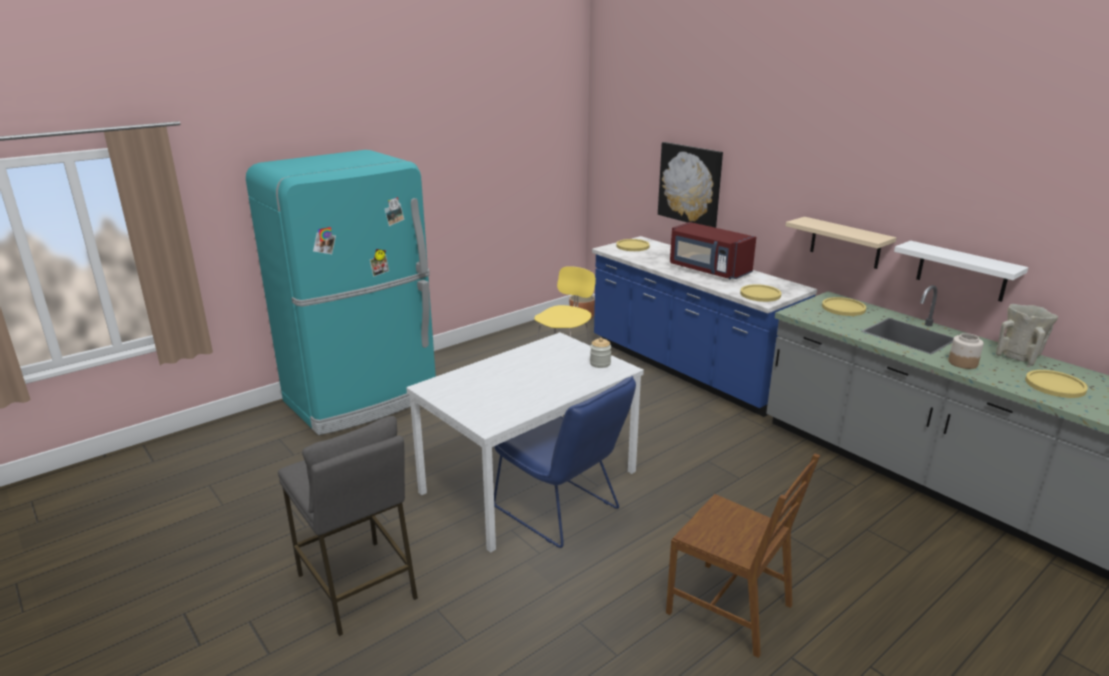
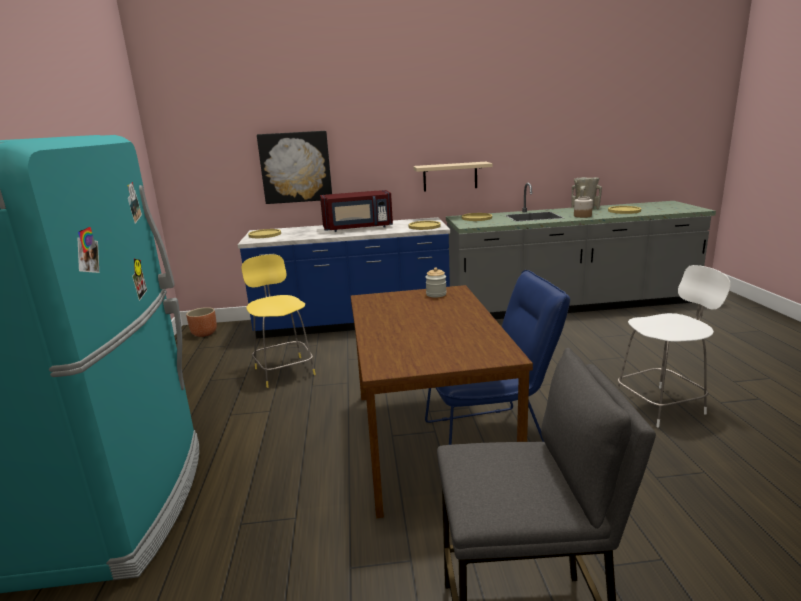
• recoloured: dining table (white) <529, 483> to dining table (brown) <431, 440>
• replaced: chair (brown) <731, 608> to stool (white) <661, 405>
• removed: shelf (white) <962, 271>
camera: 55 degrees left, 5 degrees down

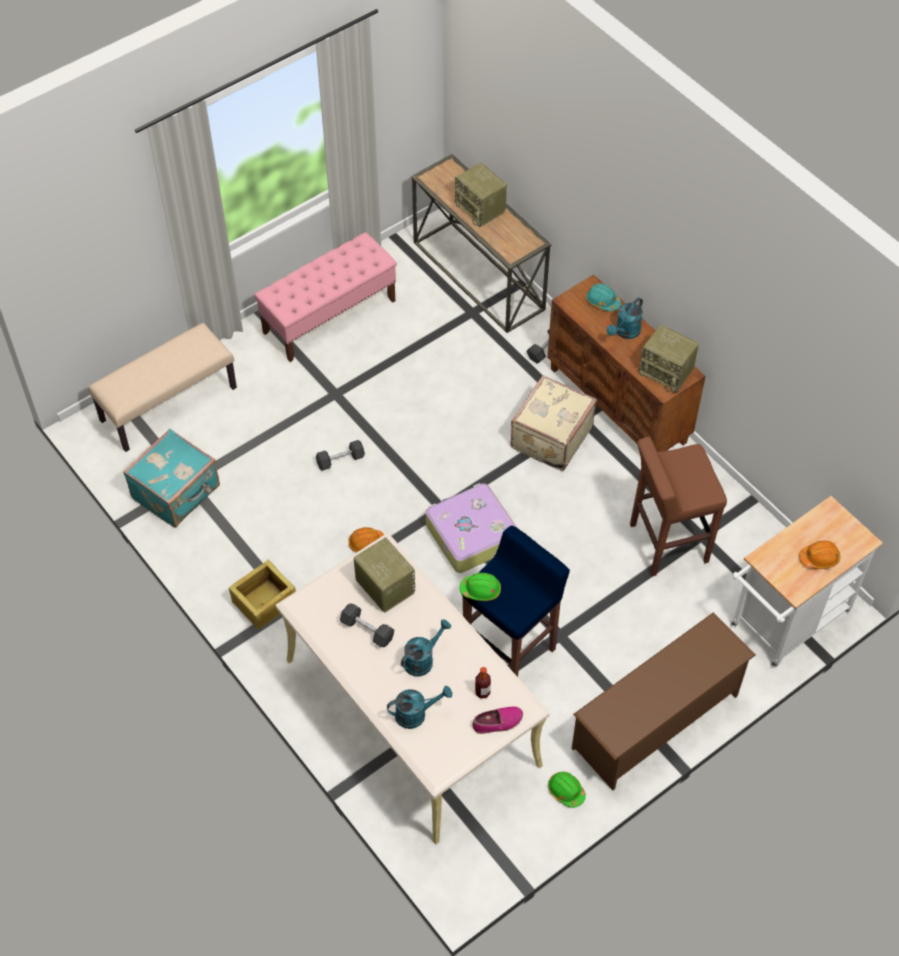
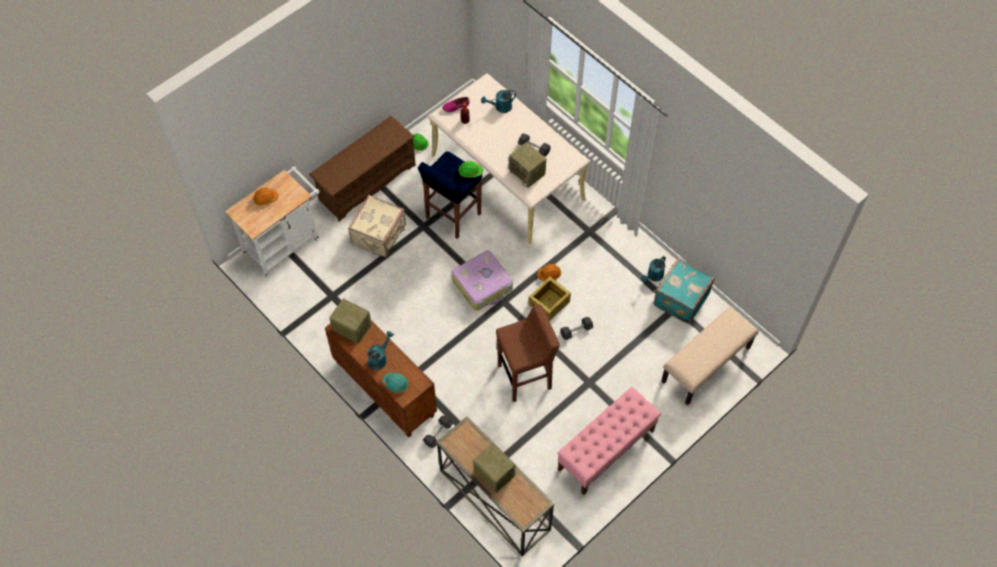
• moved: crate <263, 601> to <549, 303>
• moved: watering can (turquoise) <423, 659> to <653, 276>
• moved: suitcase (beige) <550, 437> to <380, 235>
• moved: stool (brown) <667, 543> to <525, 377>
camera: 175 degrees right, 5 degrees up

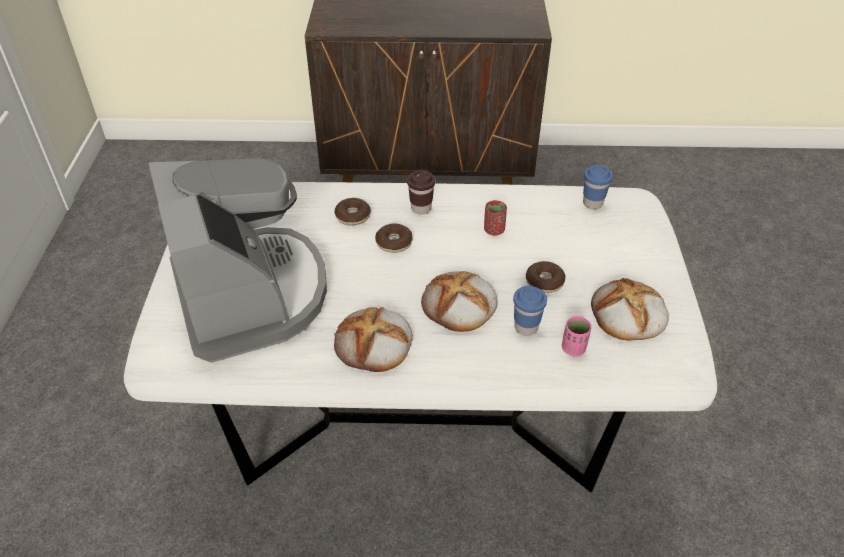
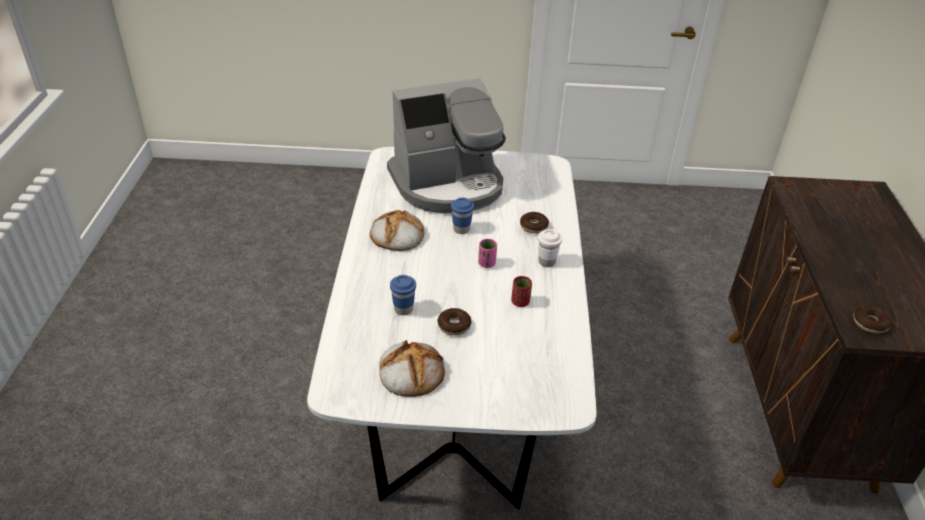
• moved: donut <394, 243> to <869, 323>
• recoloured: cup (brown) <421, 208> to cup (white) <546, 262>
• removed: bread <459, 306>
• moved: cup (pink) <573, 349> to <486, 263>
• moved: cup (blue) <592, 203> to <461, 229>
camera: 90 degrees right, 5 degrees down

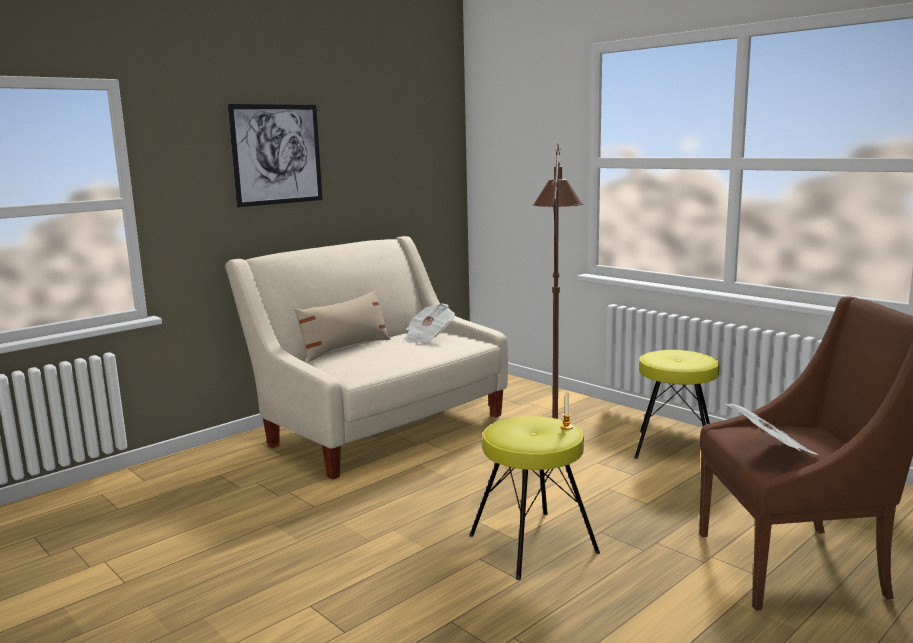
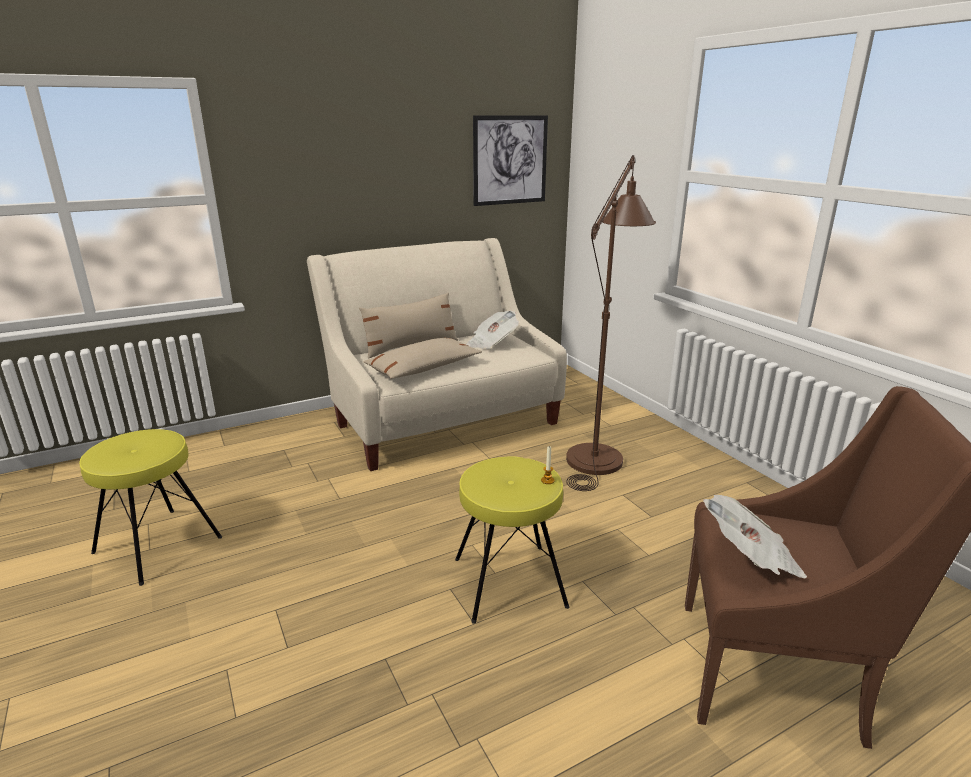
• moved: picture <277, 154> to <510, 160>
• moved: stool (yellow) <674, 447> to <158, 544>
• added: pillow (beige) <423, 368>
camera: 15 degrees right, 10 degrees up

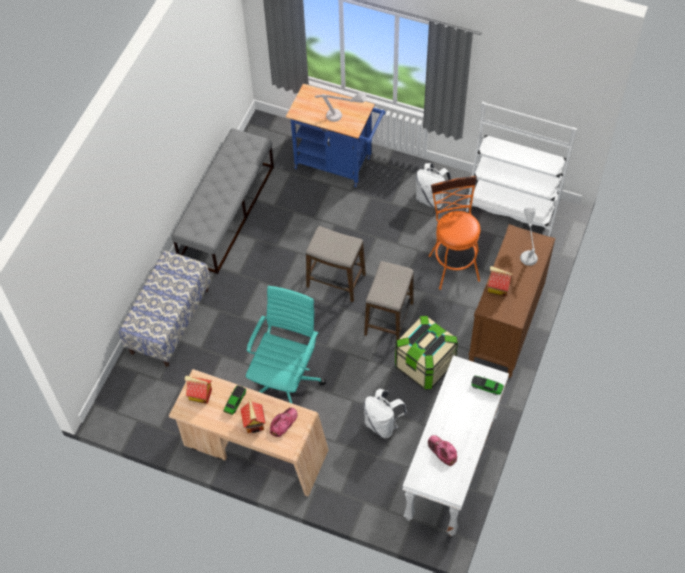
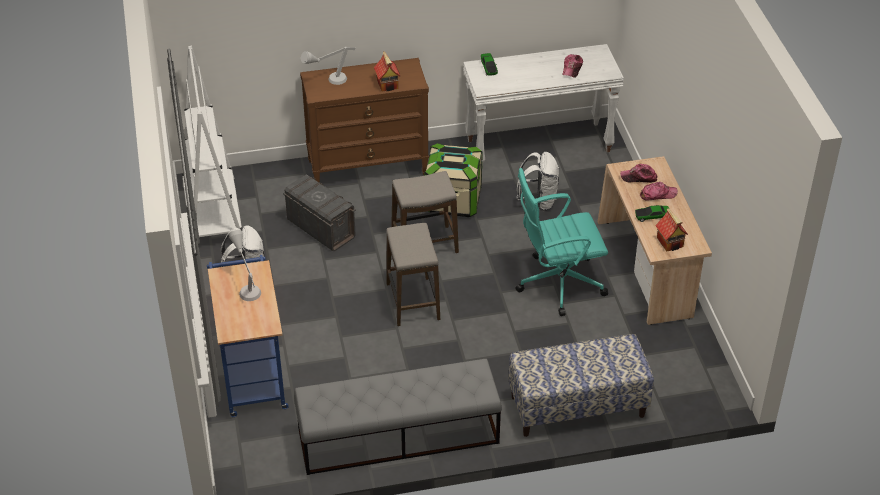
• replaced: toy house <254, 423> to cap <658, 194>
• replaced: stool (orange) <452, 264> to storage box (grey) <321, 228>
camera: 125 degrees left, 15 degrees down

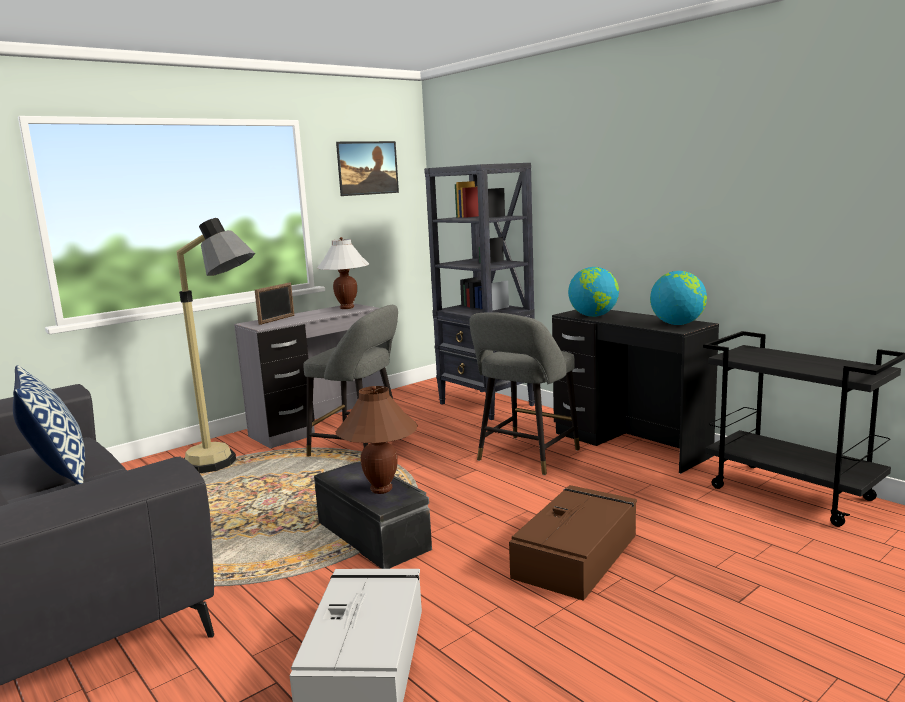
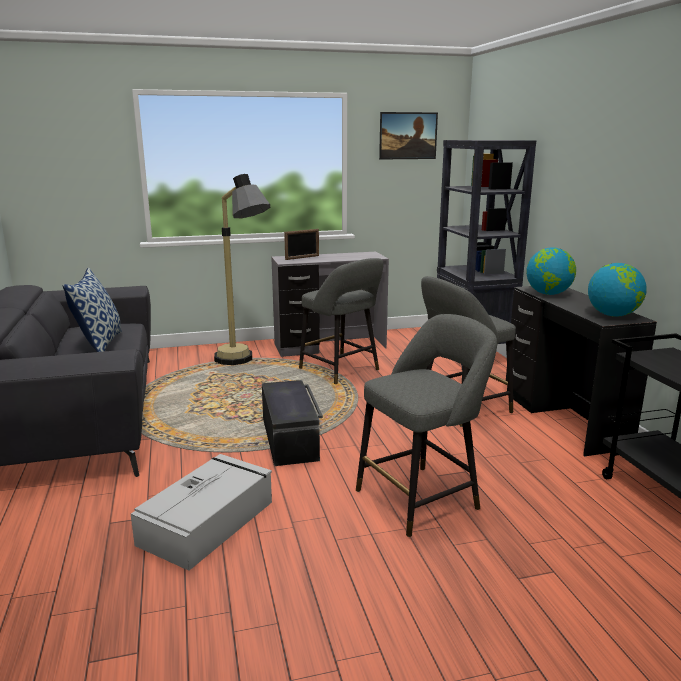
• removed: table lamp (white) <347, 308>
• removed: table lamp (brown) <381, 489>
• replaced: storage box (brown) <577, 555> to stool (grey) <422, 497>
camera: 25 degrees right, 5 degrees up

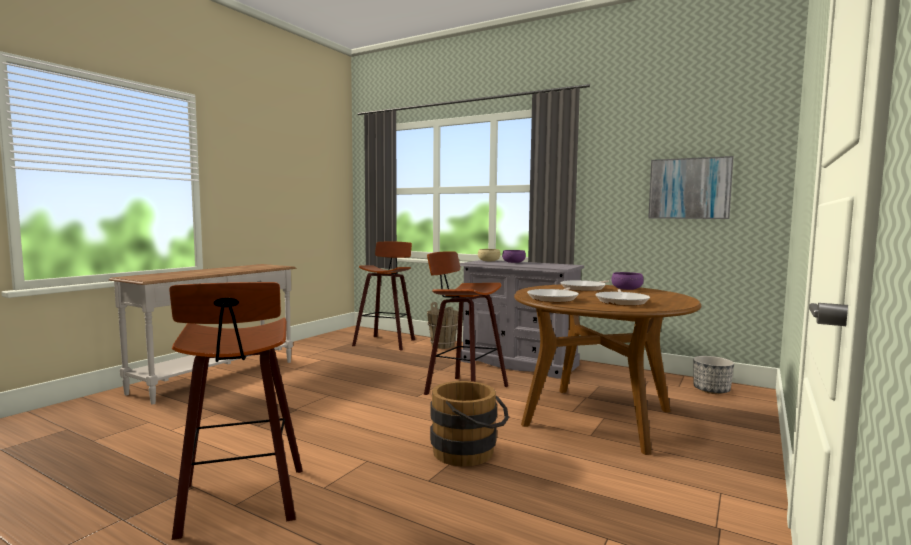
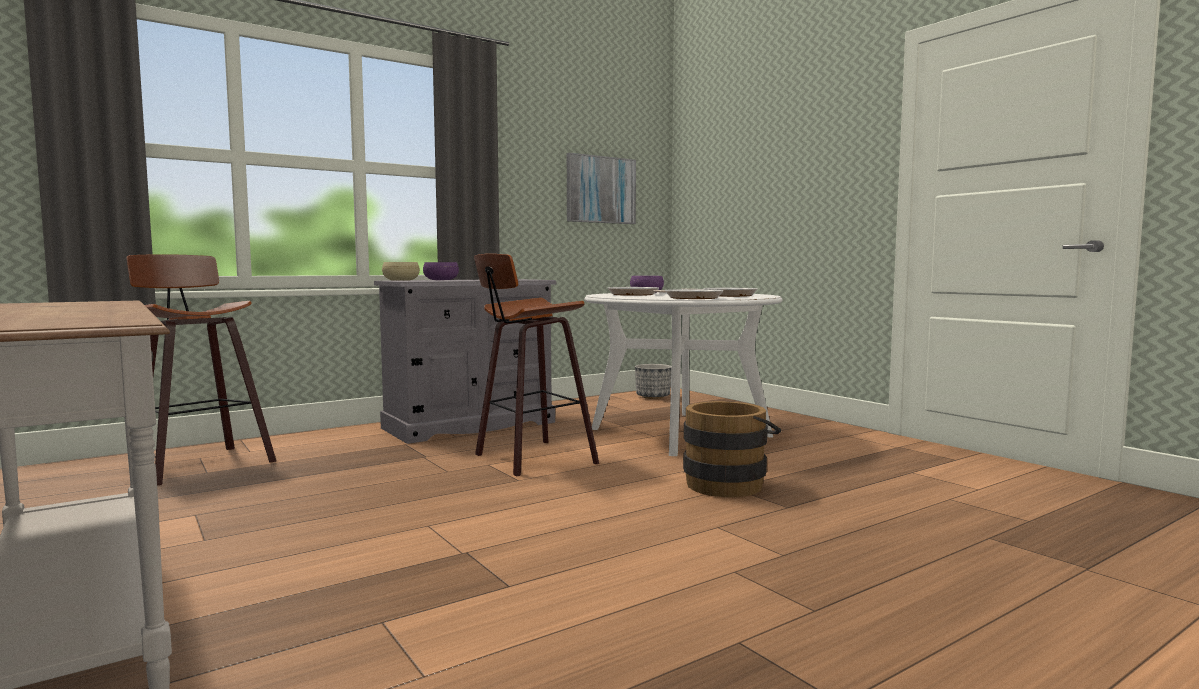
• removed: stool <241, 503>
• removed: bucket (brown) <443, 346>
• recoloured: dining table (brown) <598, 417> to dining table (white) <680, 432>
camera: 65 degrees left, 0 degrees up

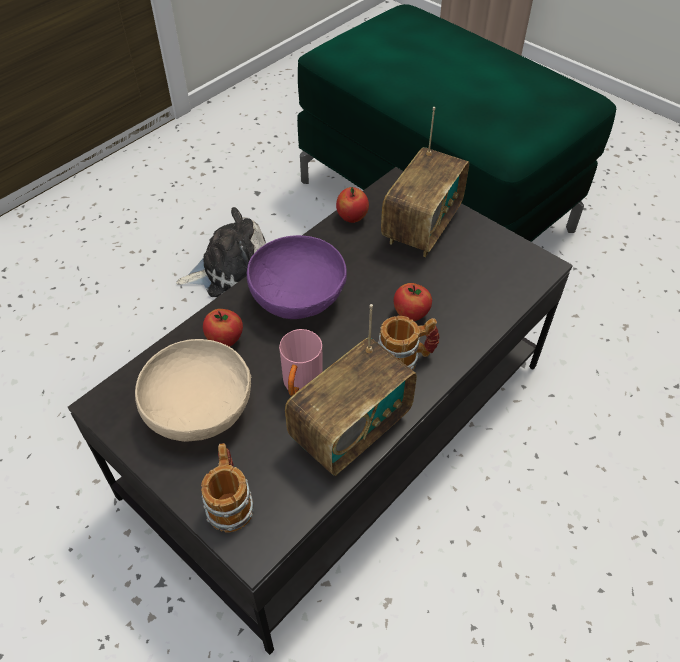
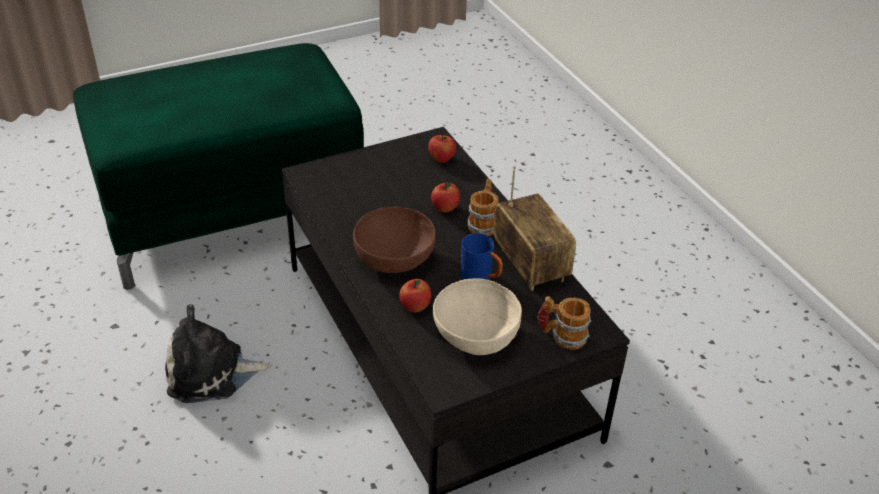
• turned: plush toy <231, 271> = <211, 373> 105 degrees counterclockwise
• recoloured: bowl (purple) <299, 297> to bowl (brown) <394, 257>
• recoloured: mug (pink) <300, 386> to mug (blue) <481, 278>
• moved: apple <352, 217> to <441, 159>
• removed: radio <421, 227>
camera: 70 degrees left, 10 degrees down

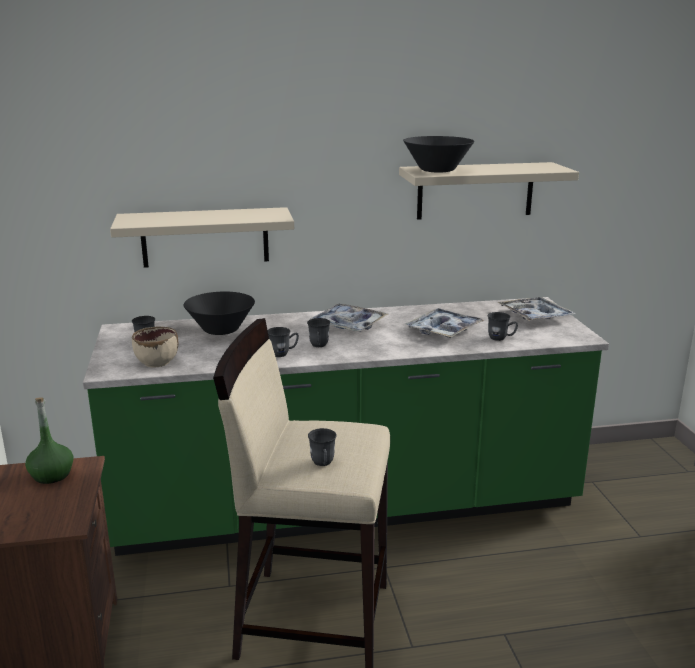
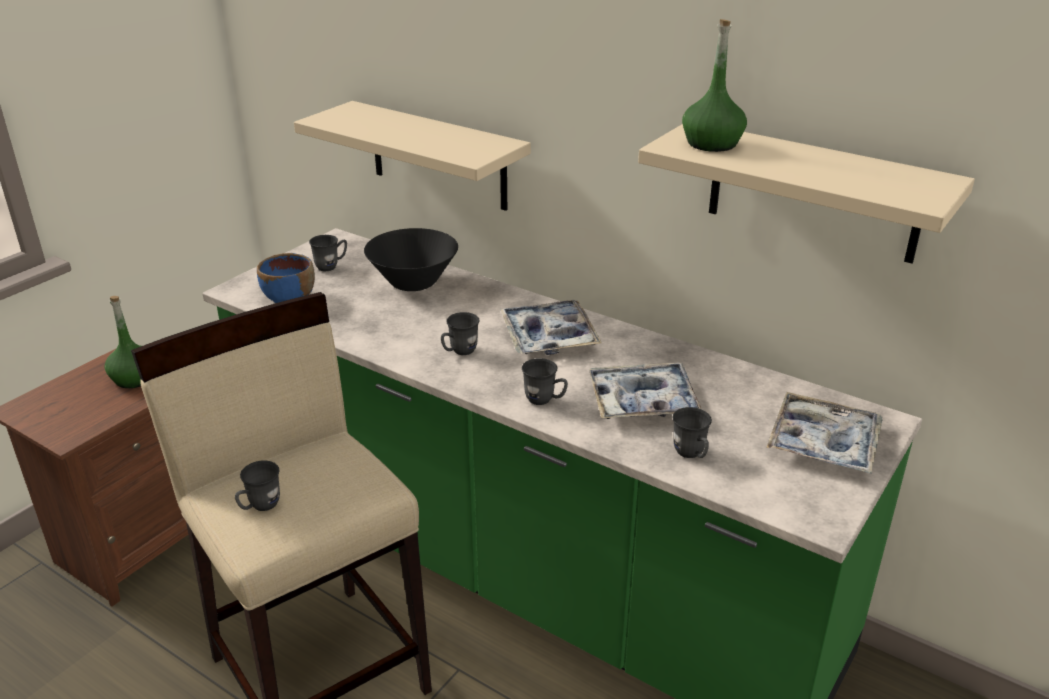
• recoloured: bowl (beige) <157, 362> to bowl (blue) <289, 298>
• moved: mug (grey) <283, 353> to <545, 400>
• replaced: bowl (black) <437, 170> to bottle (green) <712, 144>
camera: 45 degrees right, 10 degrees up

